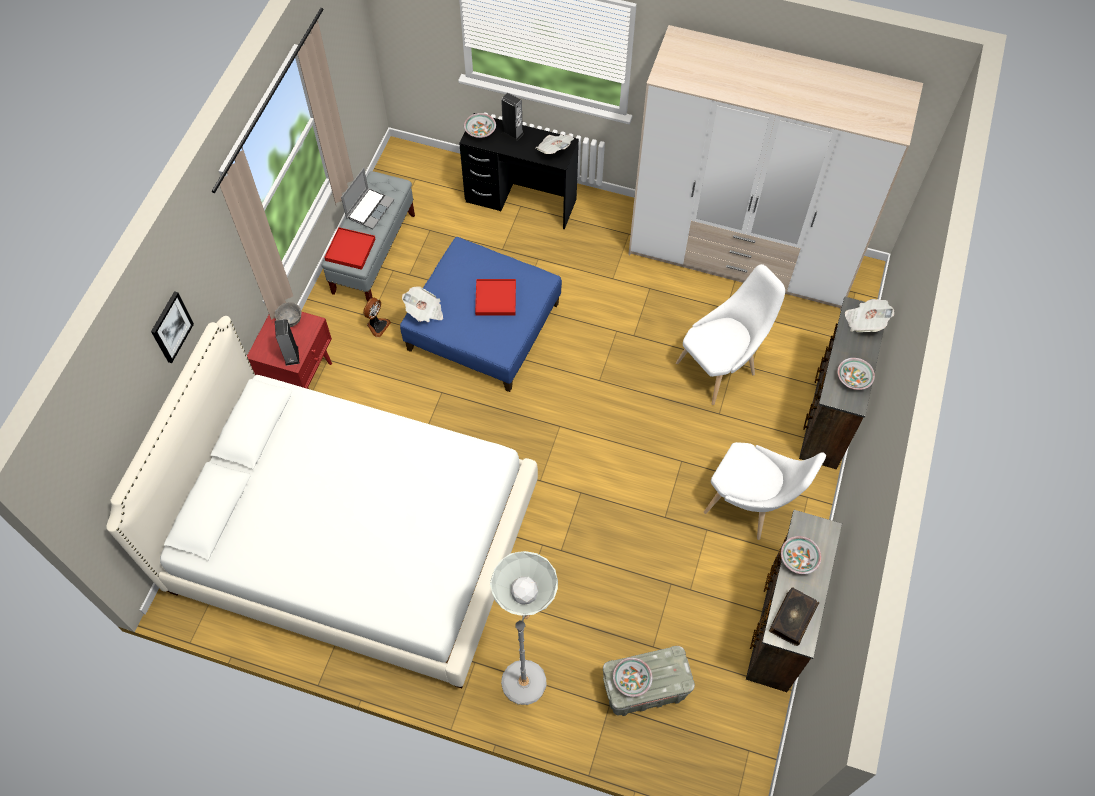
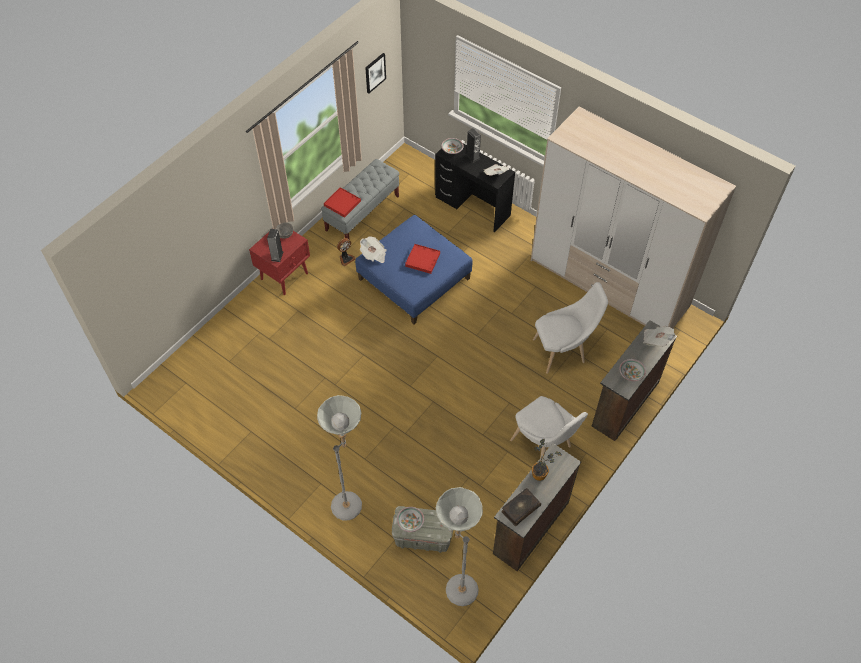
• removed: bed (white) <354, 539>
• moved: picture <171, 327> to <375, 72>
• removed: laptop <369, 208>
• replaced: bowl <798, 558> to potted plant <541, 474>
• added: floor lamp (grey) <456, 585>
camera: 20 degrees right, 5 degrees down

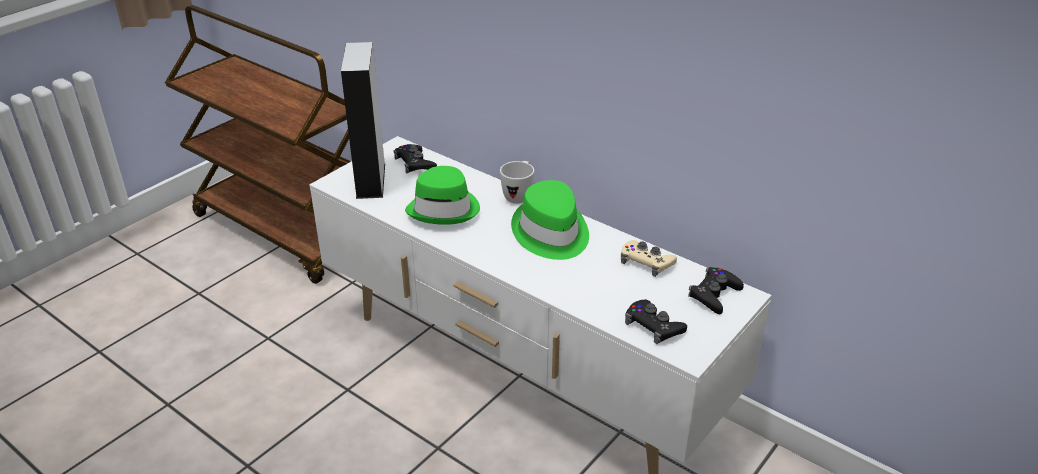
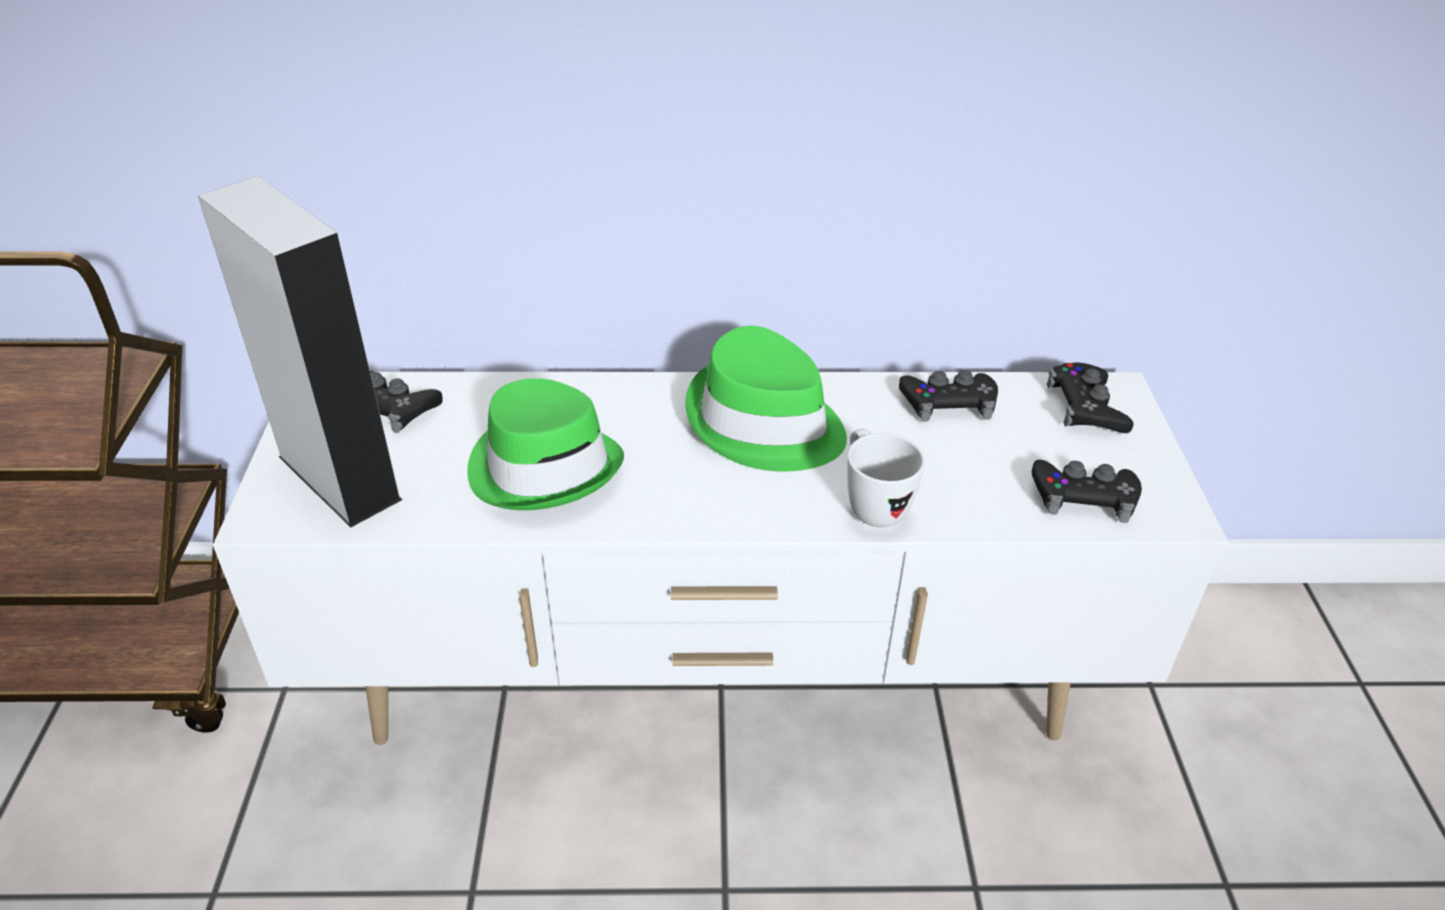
• moved: mug (white) <519, 195> to <871, 504>
• recoloured: game controller (beige) <646, 262> to game controller (black) <948, 403>
camera: 40 degrees left, 5 degrees up

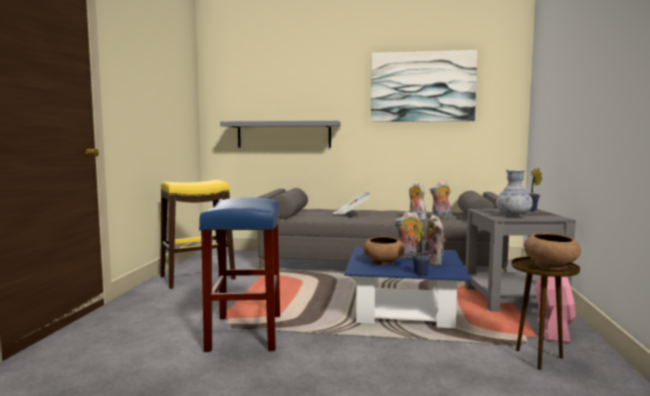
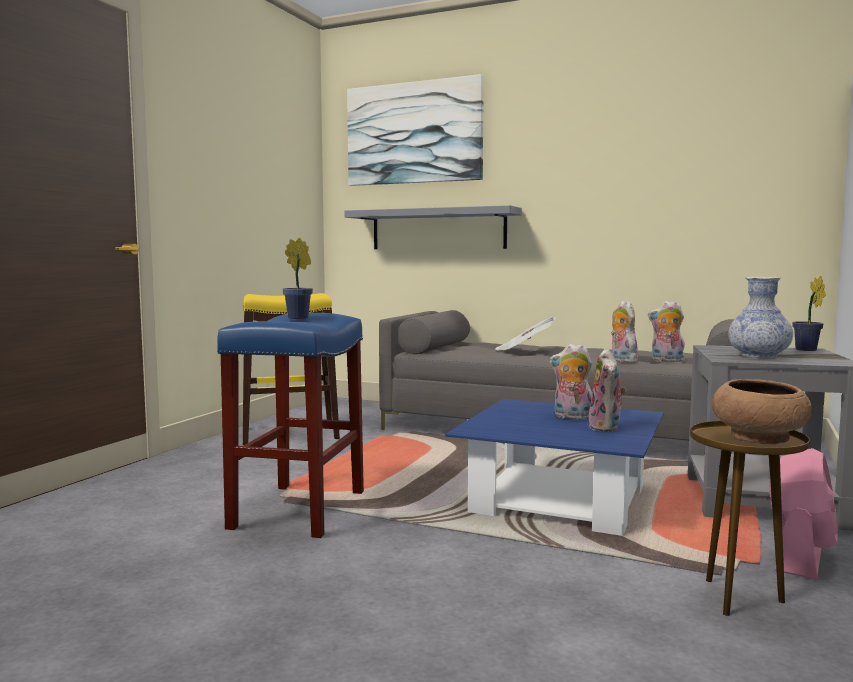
• removed: bowl (brown) <383, 262>
• moved: picture <422, 87> to <414, 133>
• moved: potted plant <421, 272> to <300, 317>
camera: 15 degrees right, 0 degrees up

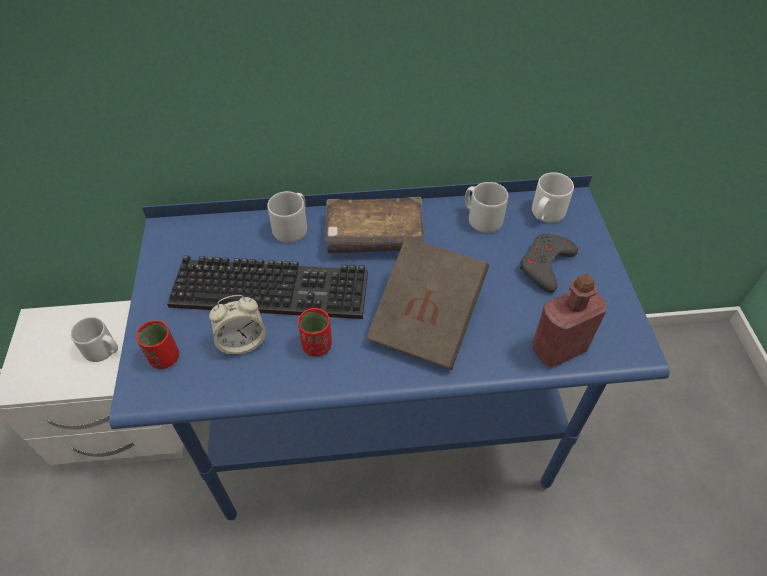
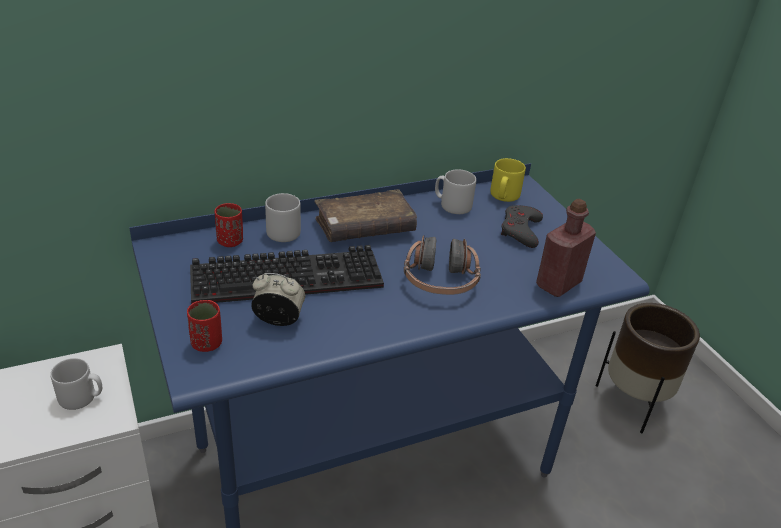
• turned: alarm clock <242, 342> = <278, 320> 135 degrees counterclockwise
• moved: cup (red) <317, 345> to <230, 241>
• replaced: book (brown) <426, 320> to headphones <440, 280>
• recoloured: mug (white) <545, 214> to mug (yellow) <503, 196>
• added: planter (brown) <633, 402>
camera: 20 degrees left, 15 degrees down

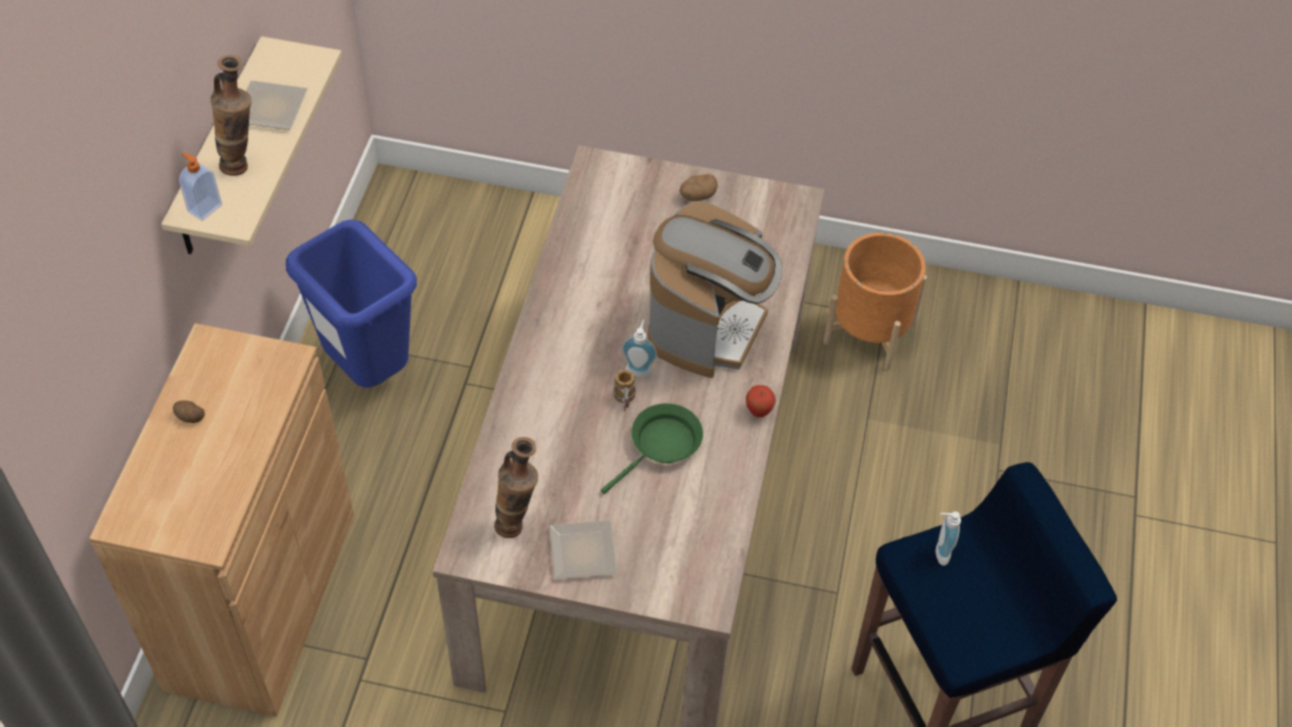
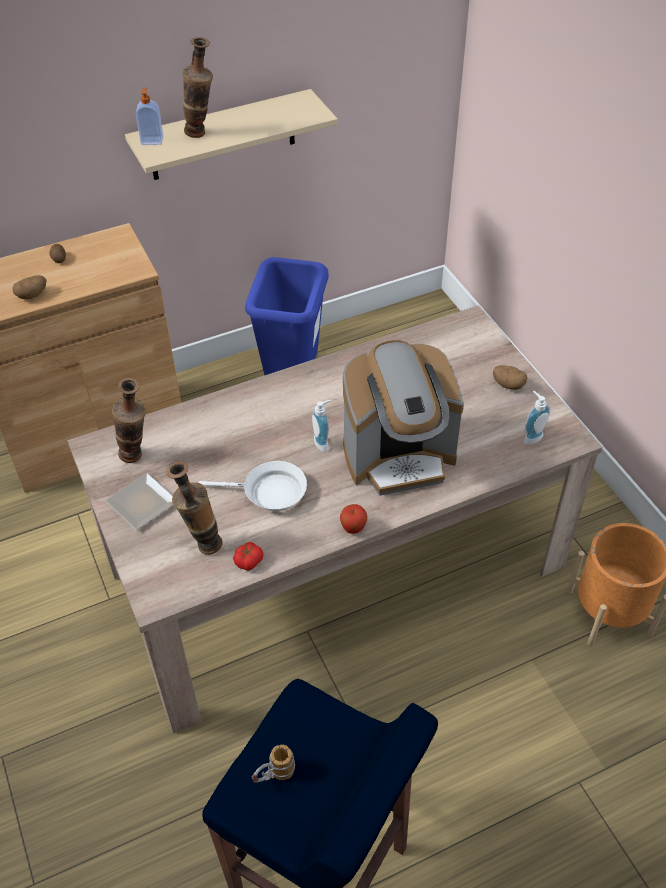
• removed: plate <268, 110>
• recoloured: frying pan (green) <661, 446> to frying pan (white) <269, 493>
• moved: mug <625, 403> to <273, 776>
• moved: soap dispenser <939, 552> to <531, 437>
• added: potato <32, 295>
• added: vase <202, 544>
• added: tomato <248, 561>
camera: 55 degrees right, 5 degrees down

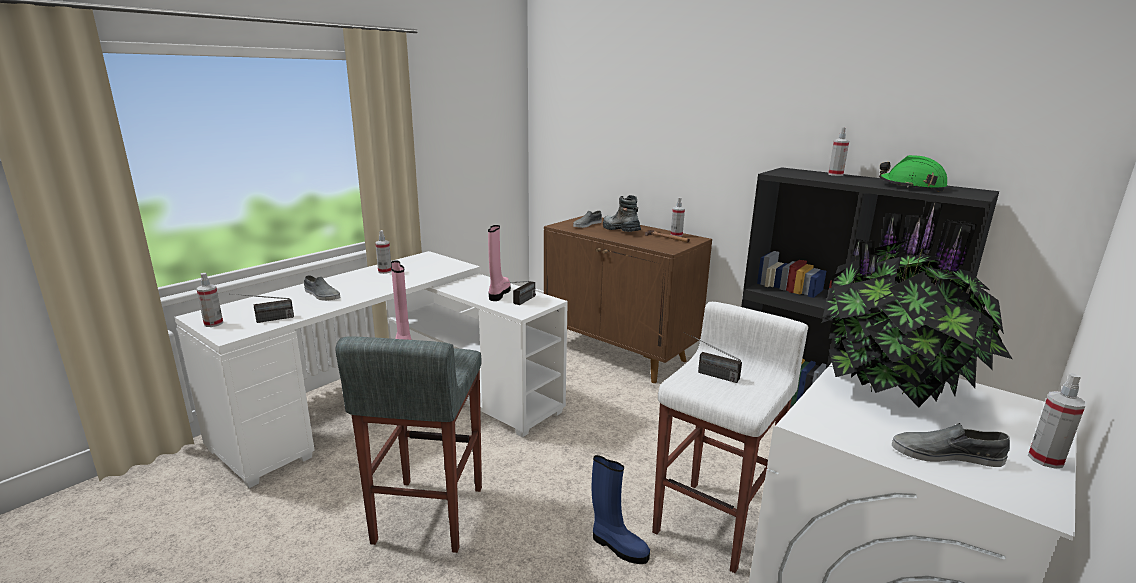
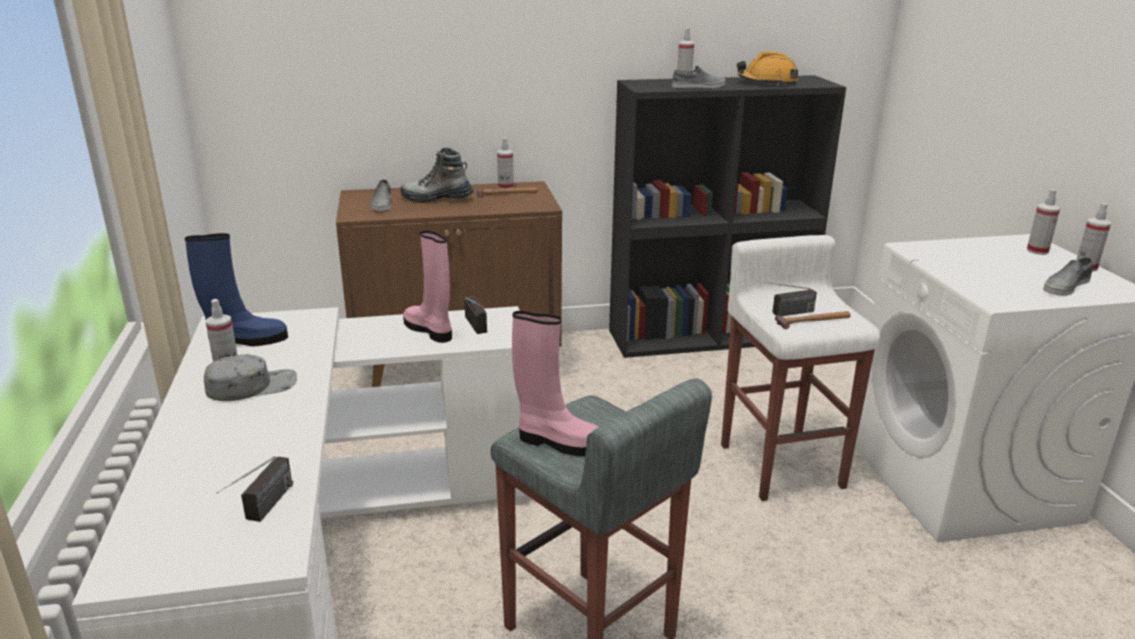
• moved: spray bottle <213, 323> to <1037, 251>
• moved: shoe (grey) <321, 295> to <699, 87>
• moved: boot (blue) <618, 546> to <246, 341>
• removed: potted plant <894, 385>
• recoloured: hard hat (green) <911, 186> to hard hat (orange) <767, 83>
• added: cap (grey) <252, 386>
• added: hammer <813, 321>
camera: 50 degrees left, 5 degrees up

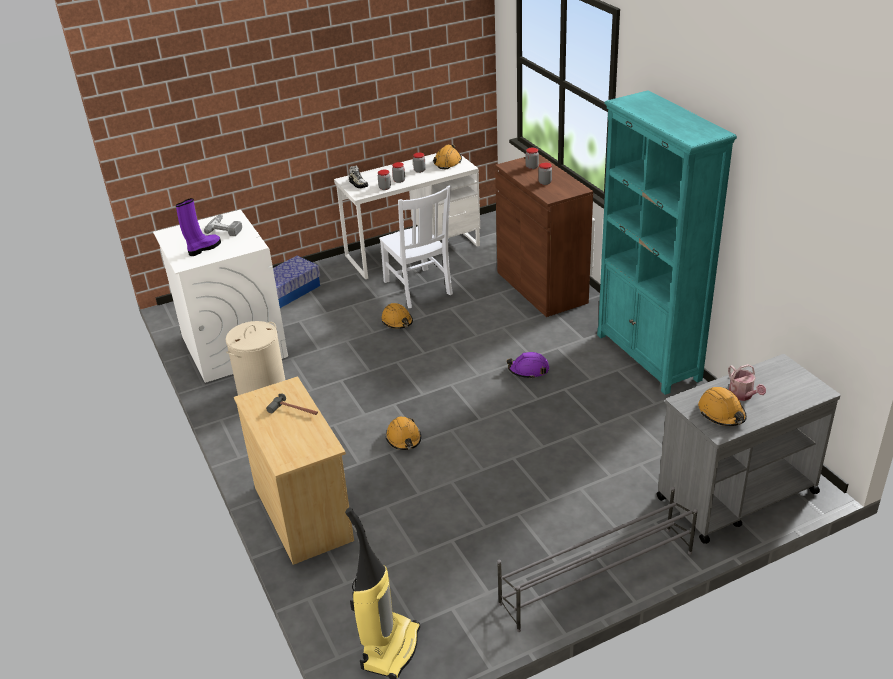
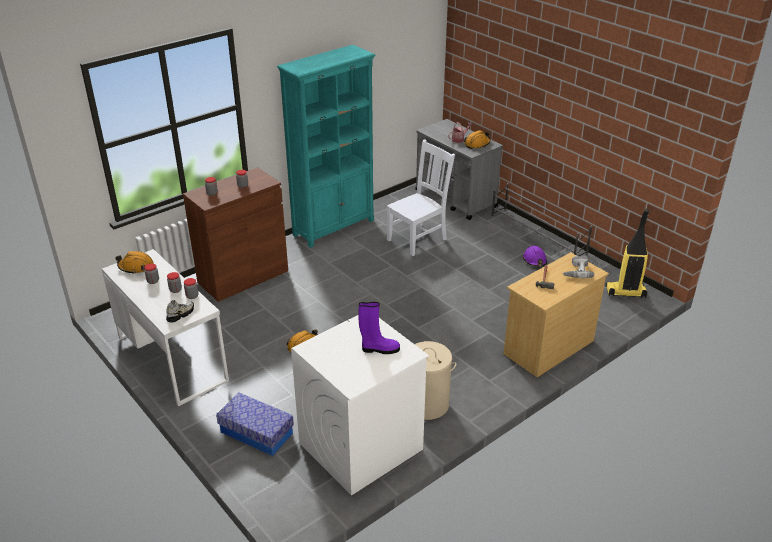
• turned: boot (purple) <203, 249> = <379, 349> 150 degrees clockwise
• moved: power drill <226, 228> to <576, 271>
• moved: chair (white) <418, 289> to <418, 239>
• removed: hard hat (orange) <404, 439>
• moved: hard hat (purple) <528, 370> to <534, 260>
camera: 105 degrees left, 0 degrees up

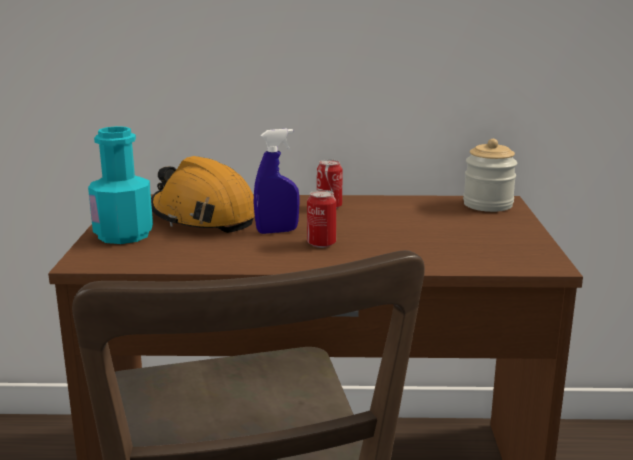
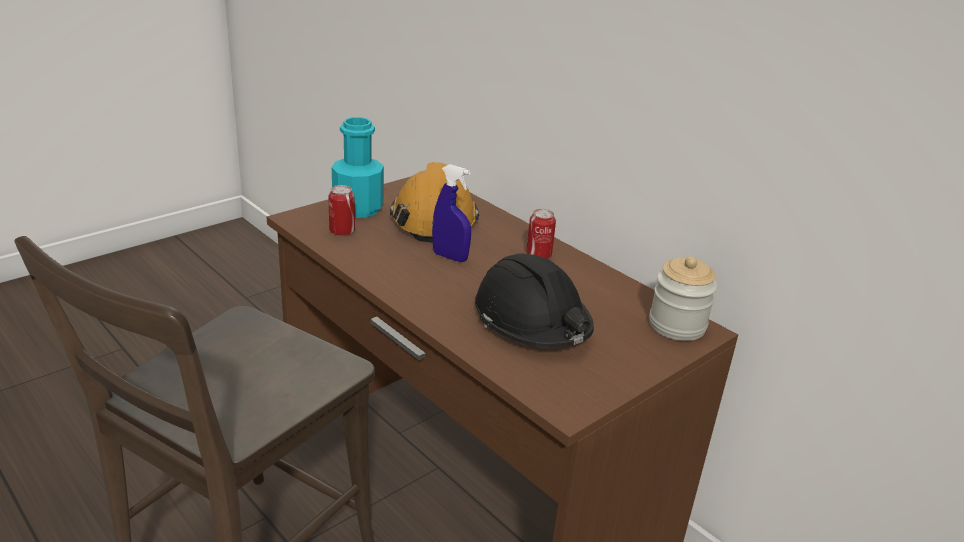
• moved: can <321, 243> to <342, 231>
• added: hard hat (black) <532, 321>
camera: 45 degrees right, 10 degrees up

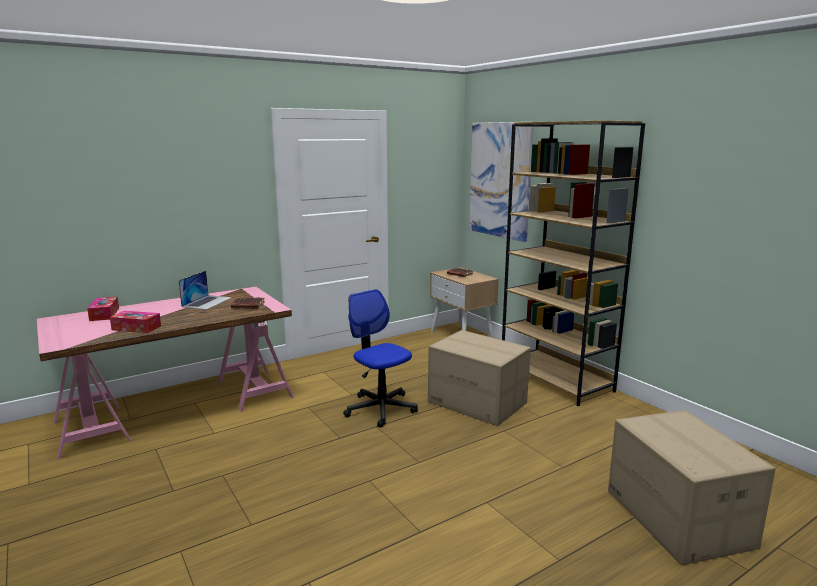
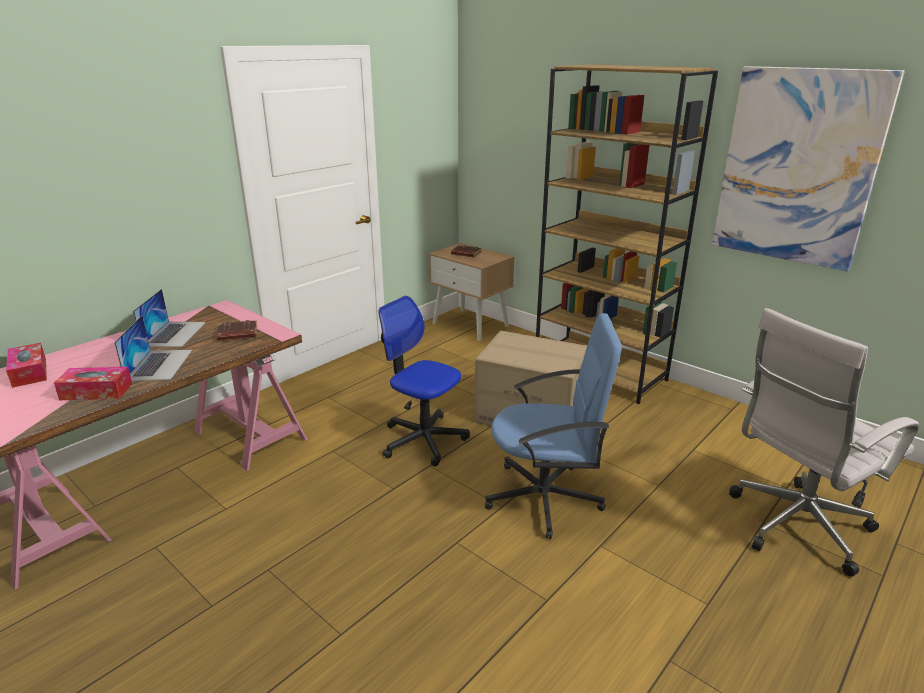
• moved: picture <500, 180> to <797, 167>
• replaced: cardboard box <676, 518> to office chair (white) <794, 527>
• added: laptop <159, 364>
• added: office chair (blue) <545, 498>
camera: 15 degrees left, 10 degrees up

